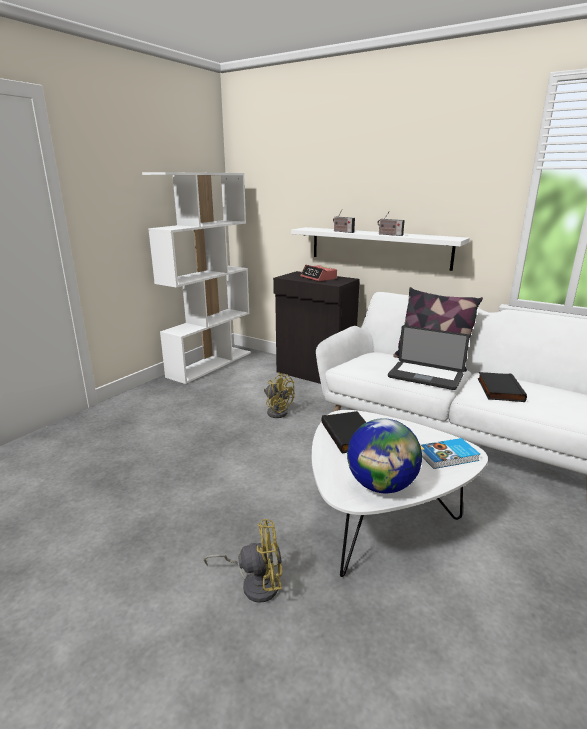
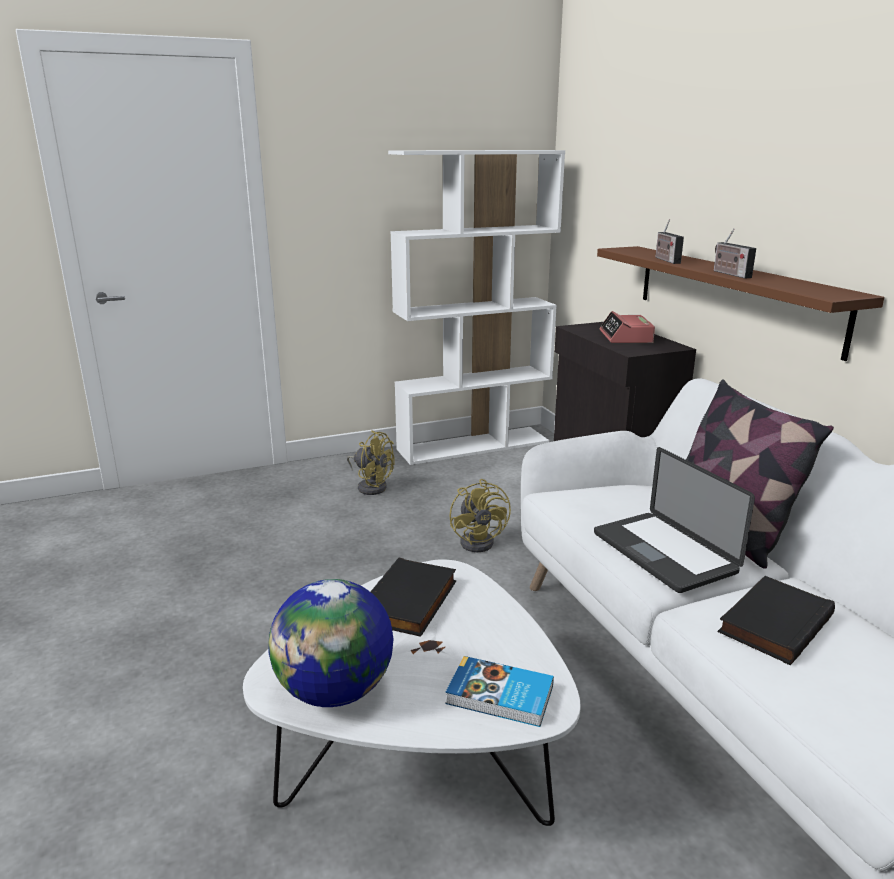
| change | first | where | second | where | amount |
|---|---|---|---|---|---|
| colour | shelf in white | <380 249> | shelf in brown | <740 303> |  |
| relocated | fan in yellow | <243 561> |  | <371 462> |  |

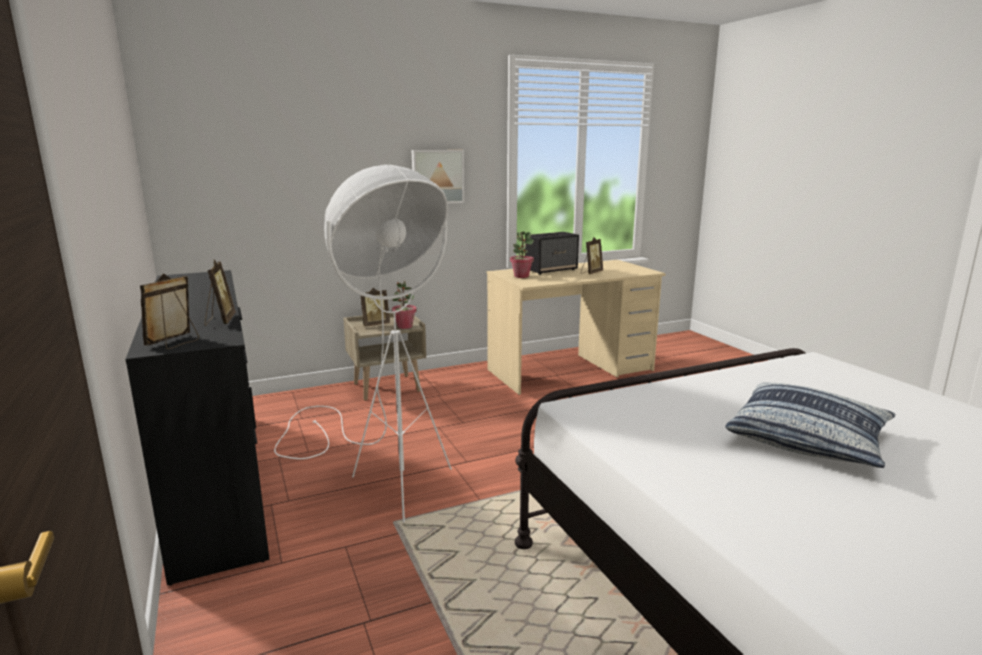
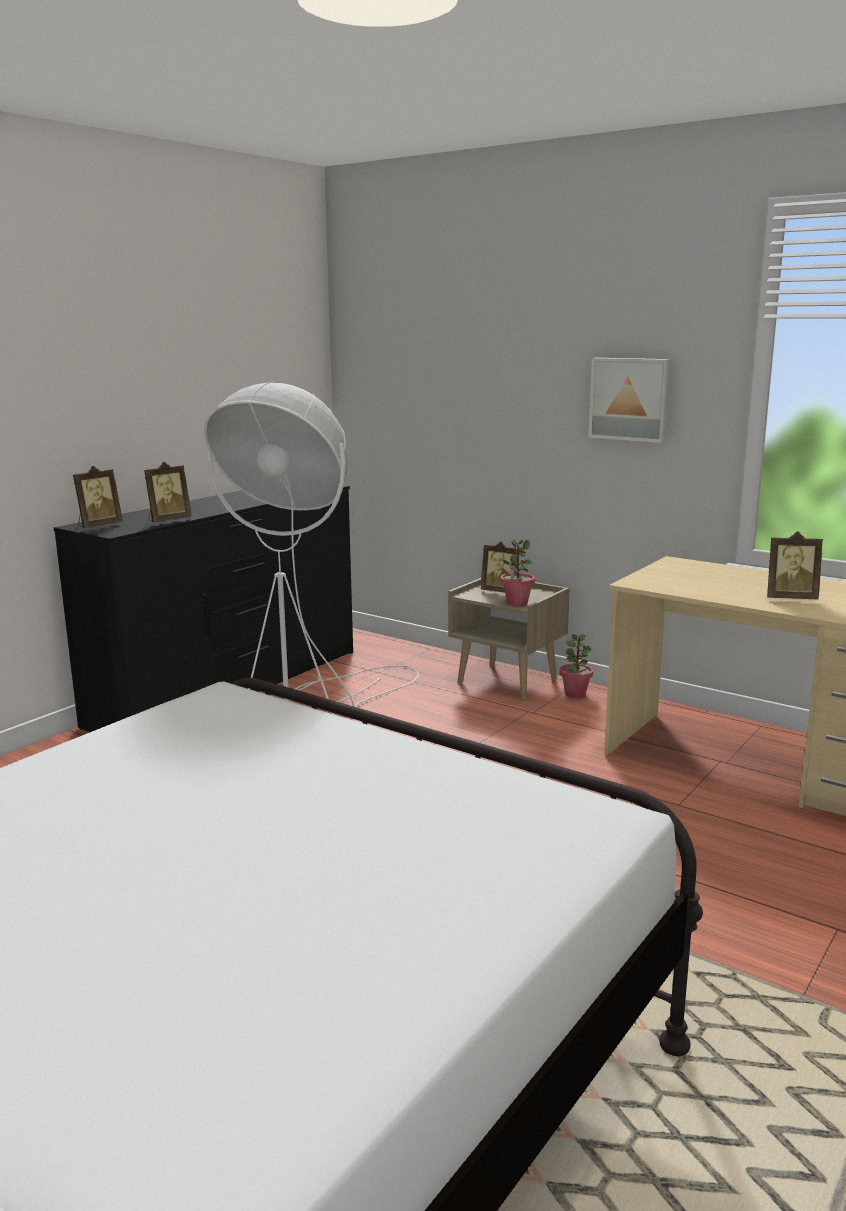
| change | first | where | second | where | amount |
|---|---|---|---|---|---|
| relocated | potted plant | <522 254> |  | <576 666> |  |
| missing | speaker | <552 253> |  |  |  |
| spun | picture frame | <169 311> |  | <98 497> | 135 degrees clockwise |
| missing | pillow | <810 425> |  |  |  |

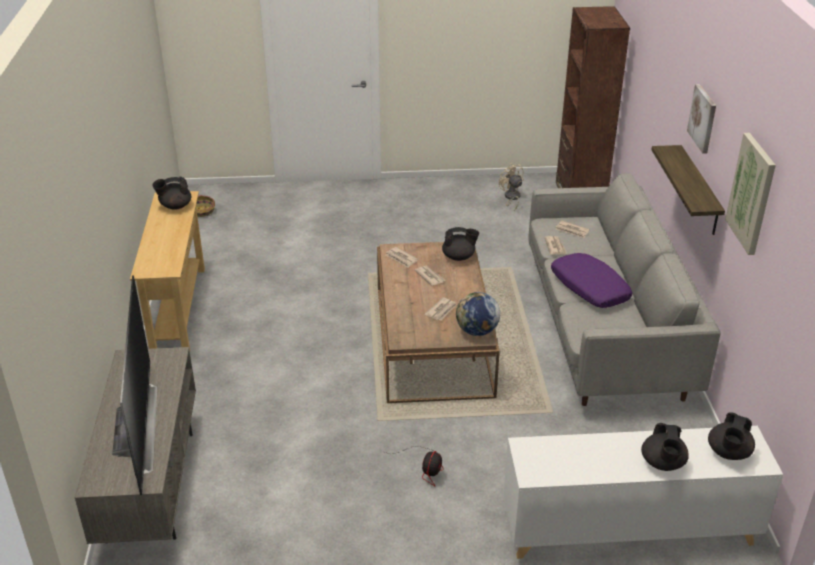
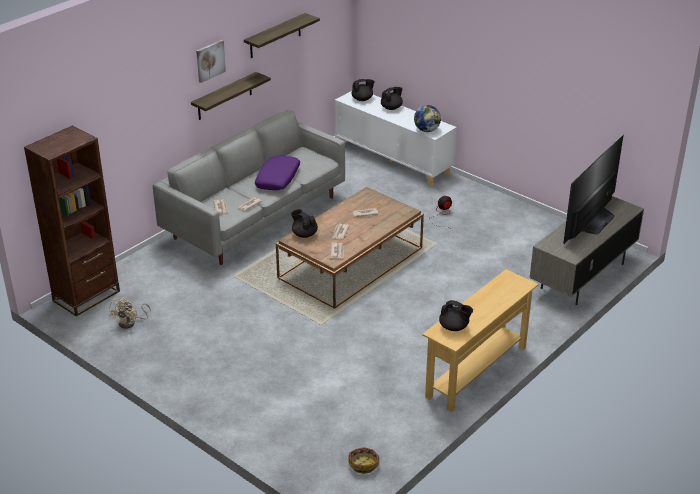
| change | first | where | second | where | amount |
|---|---|---|---|---|---|
| exchanged | picture | <750 194> | shelf | <282 35> |  |
| relocated | globe | <478 314> |  | <427 118> |  |

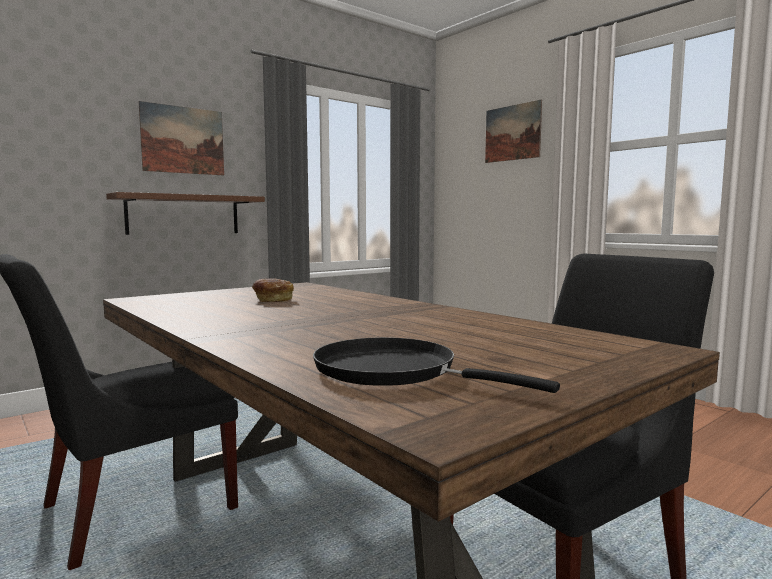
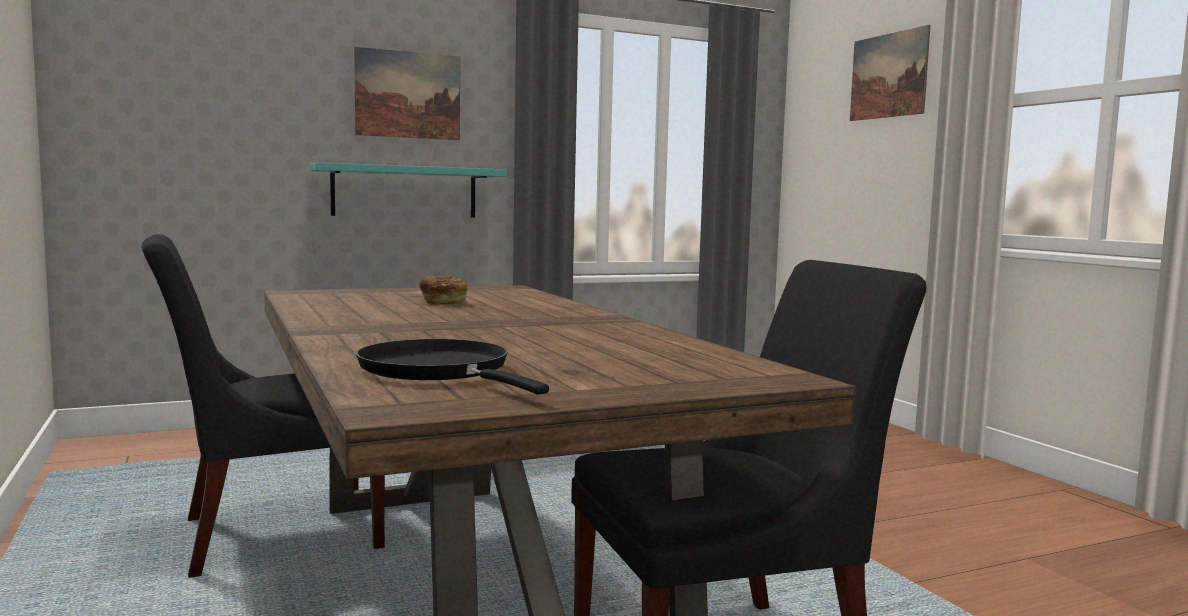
| change | first | where | second | where | amount |
|---|---|---|---|---|---|
| colour | shelf in brown | <185 213> | shelf in turquoise | <408 189> |  |

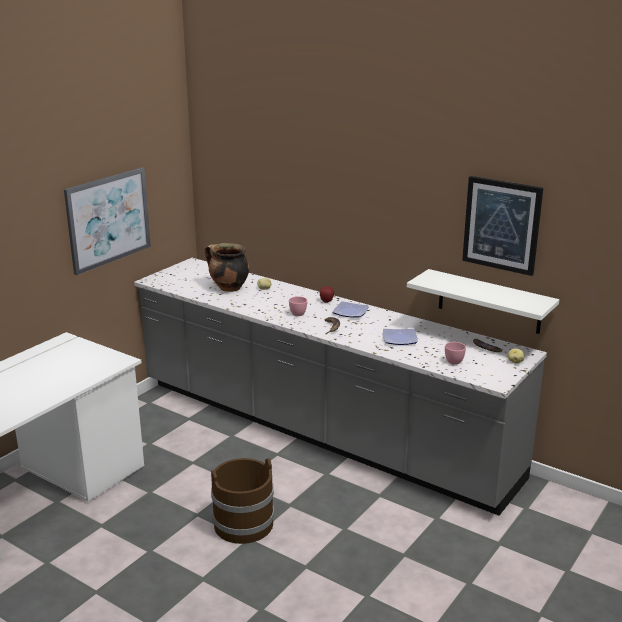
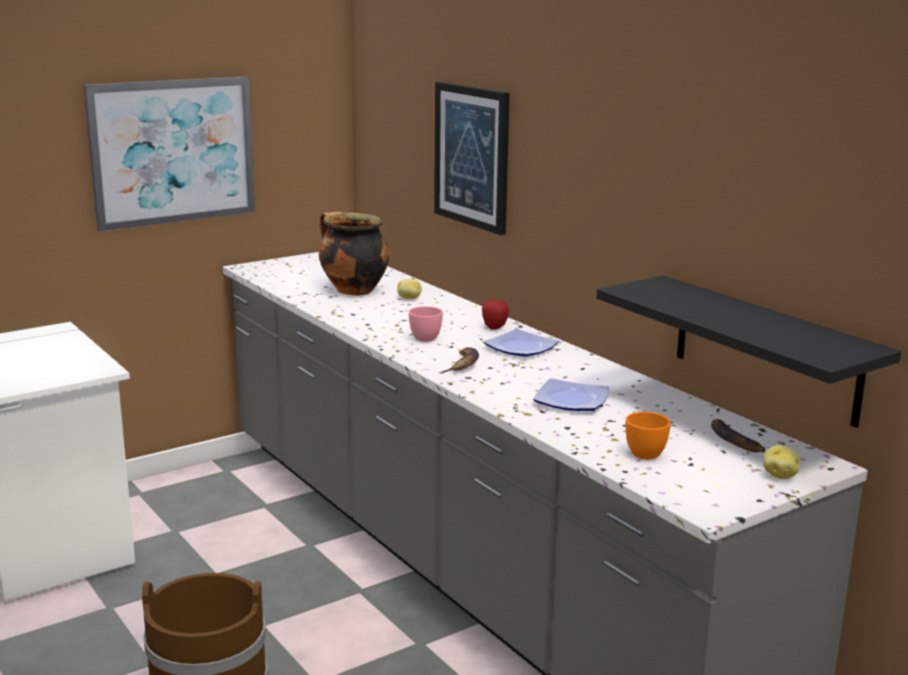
| change | first | where | second | where | amount |
|---|---|---|---|---|---|
| relocated | picture | <502 226> |  | <472 158> |  |
| colour | shelf in white | <483 301> | shelf in black | <748 351> |  |
| colour | cup in pink | <455 353> | cup in orange | <648 436> |  |

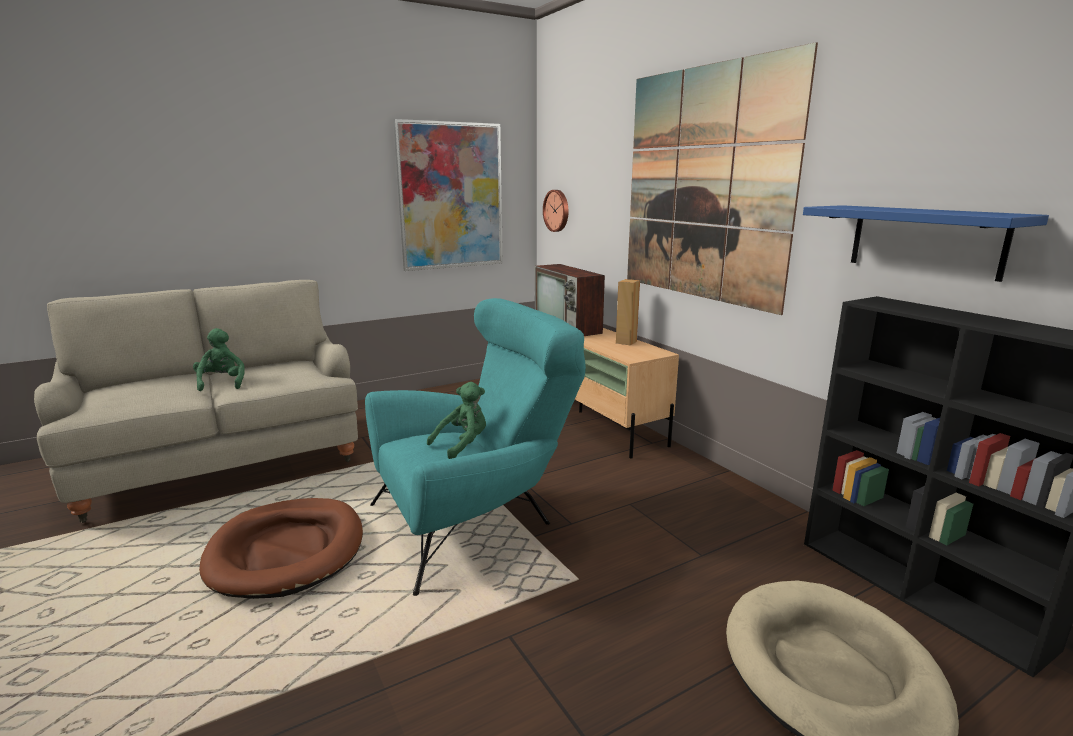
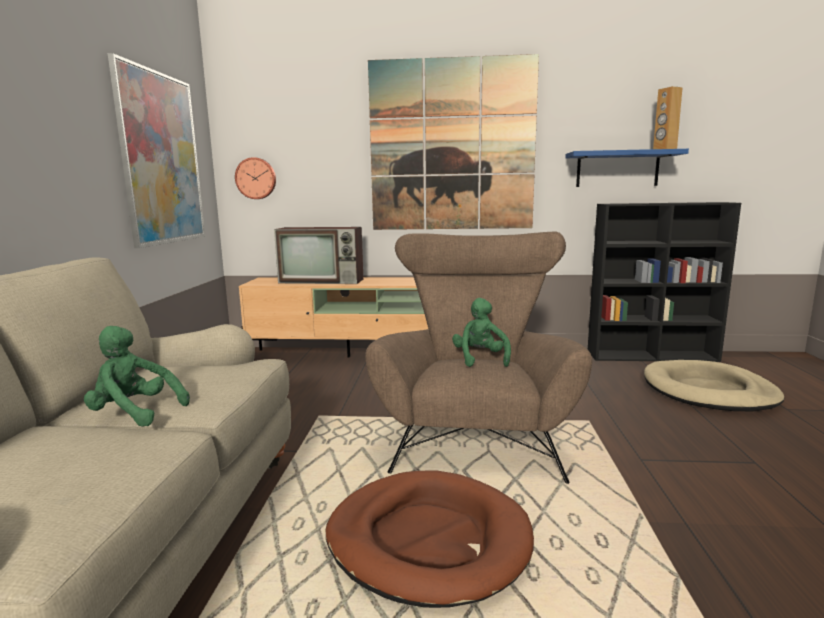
| change | first | where | second | where | amount |
|---|---|---|---|---|---|
| relocated | speaker in brown | <628 312> |  | <668 117> |  |
| colour | armchair in turquoise | <475 447> | armchair in brown | <478 357> |  |

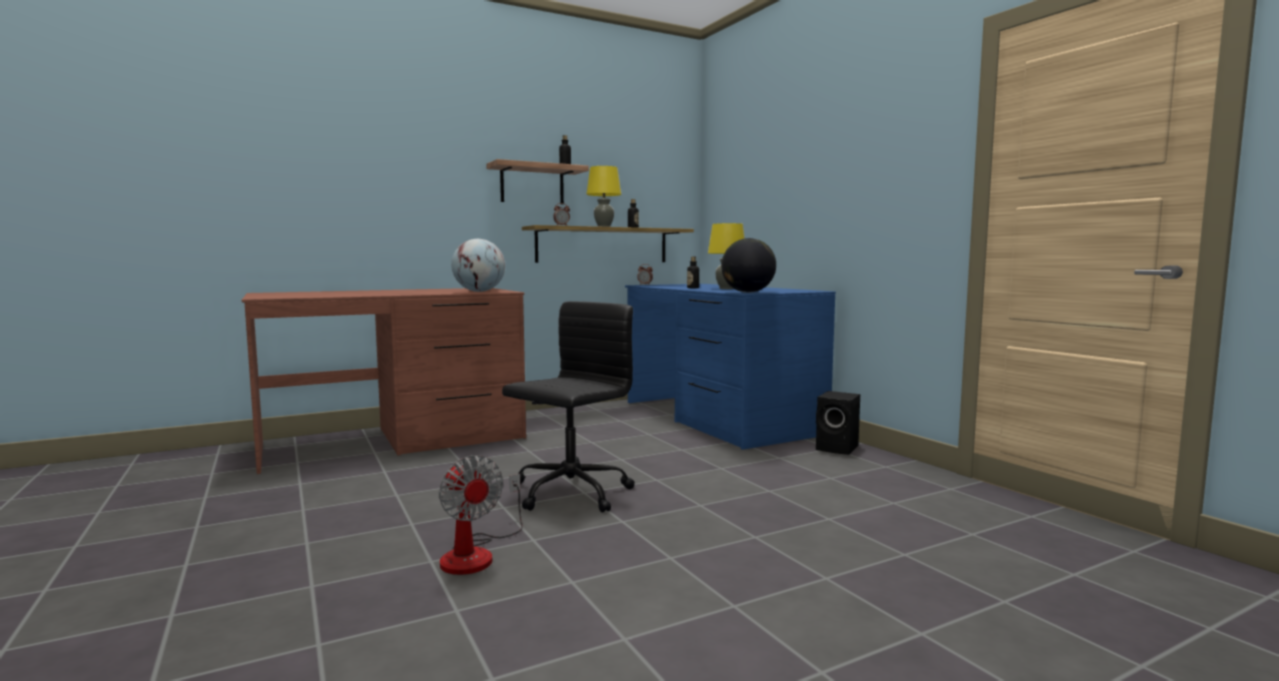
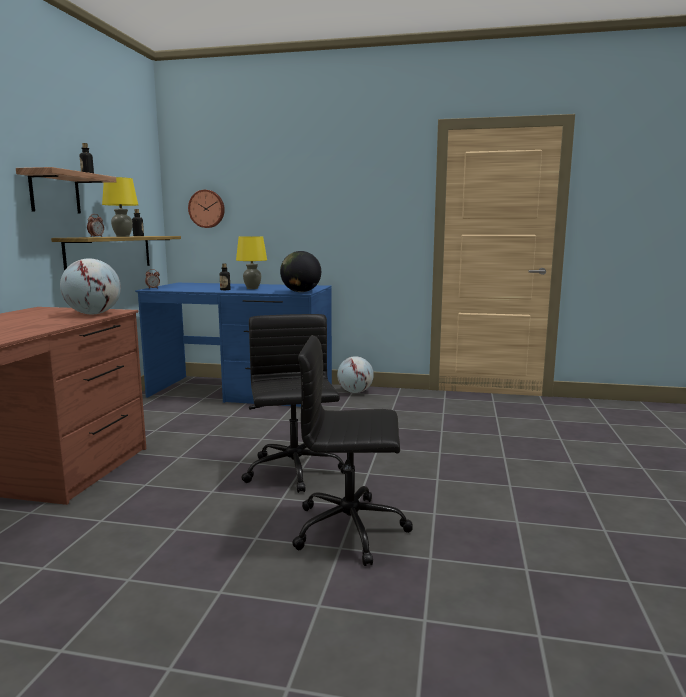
| change | first | where | second | where | amount |
|---|---|---|---|---|---|
| exchanged | speaker in black | <838 423> | globe | <355 374> |  |
| exchanged | fan | <481 515> | office chair in black | <352 450> |  |
| appeared |  |  | wall clock | <206 209> |  |

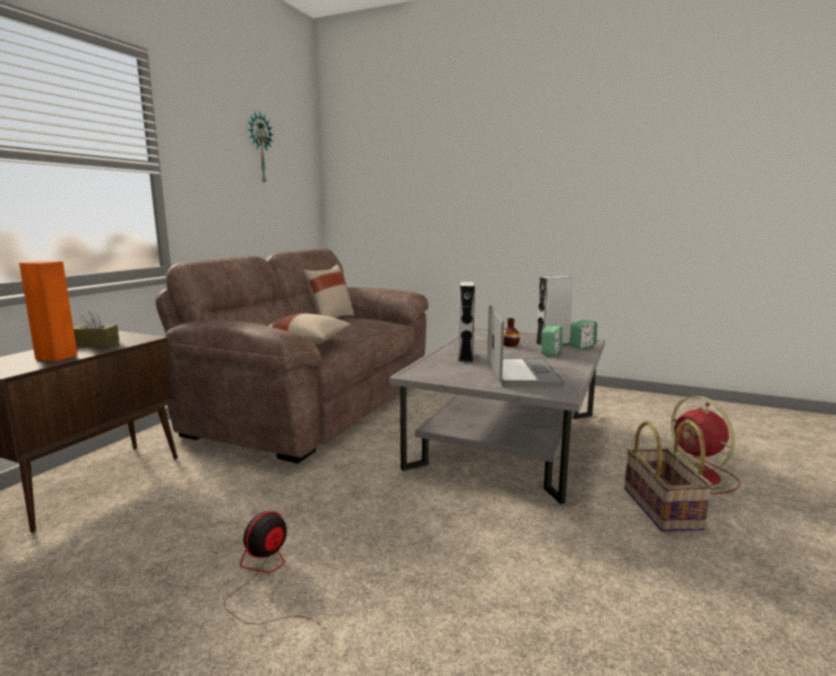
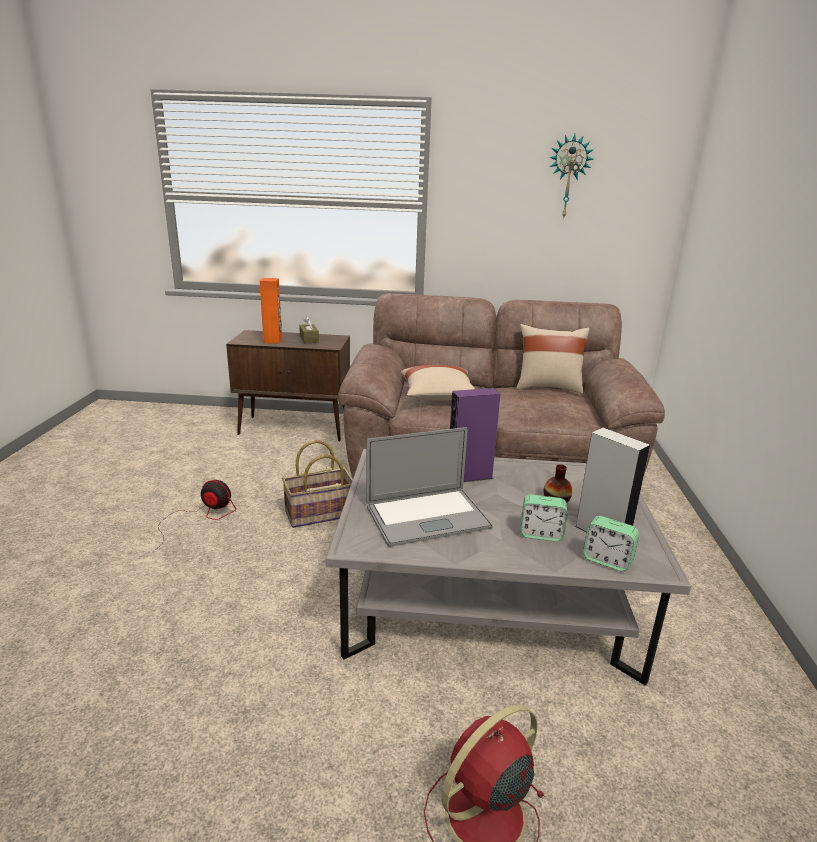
| change | first | where | second | where | amount |
|---|---|---|---|---|---|
| colour | speaker in grey | <466 321> | speaker in purple | <475 435> |  |
| relocated | basket | <668 476> |  | <317 484> |  |

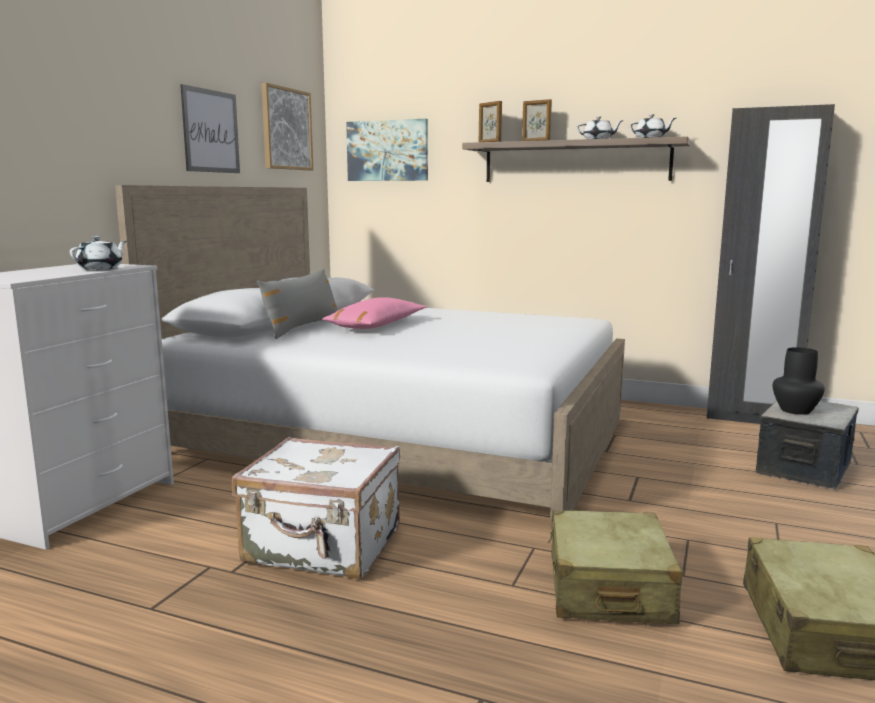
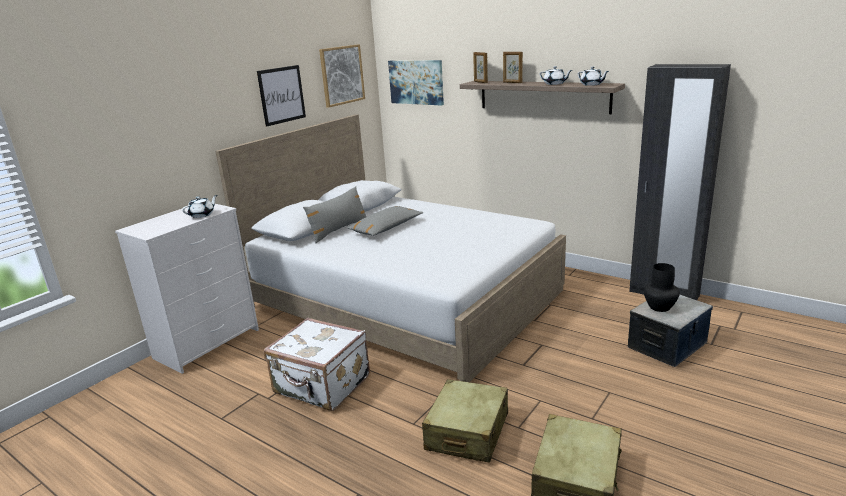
| change | first | where | second | where | amount |
|---|---|---|---|---|---|
| colour | pillow in pink | <374 313> | pillow in grey | <385 221> |  |

